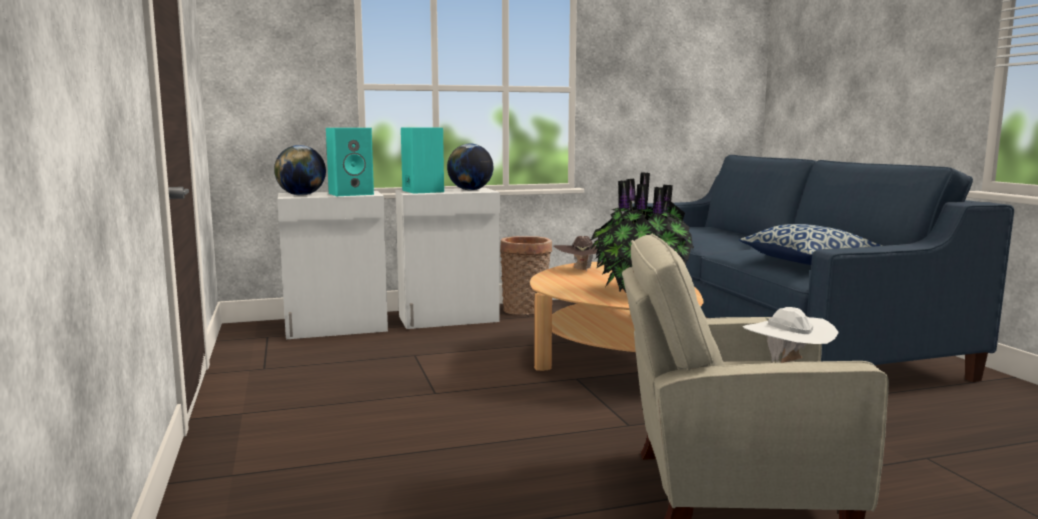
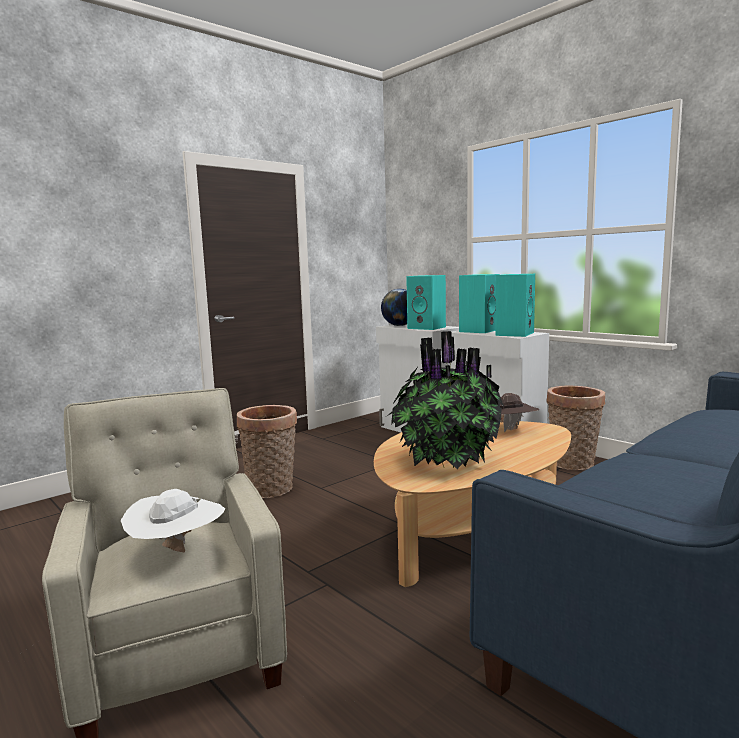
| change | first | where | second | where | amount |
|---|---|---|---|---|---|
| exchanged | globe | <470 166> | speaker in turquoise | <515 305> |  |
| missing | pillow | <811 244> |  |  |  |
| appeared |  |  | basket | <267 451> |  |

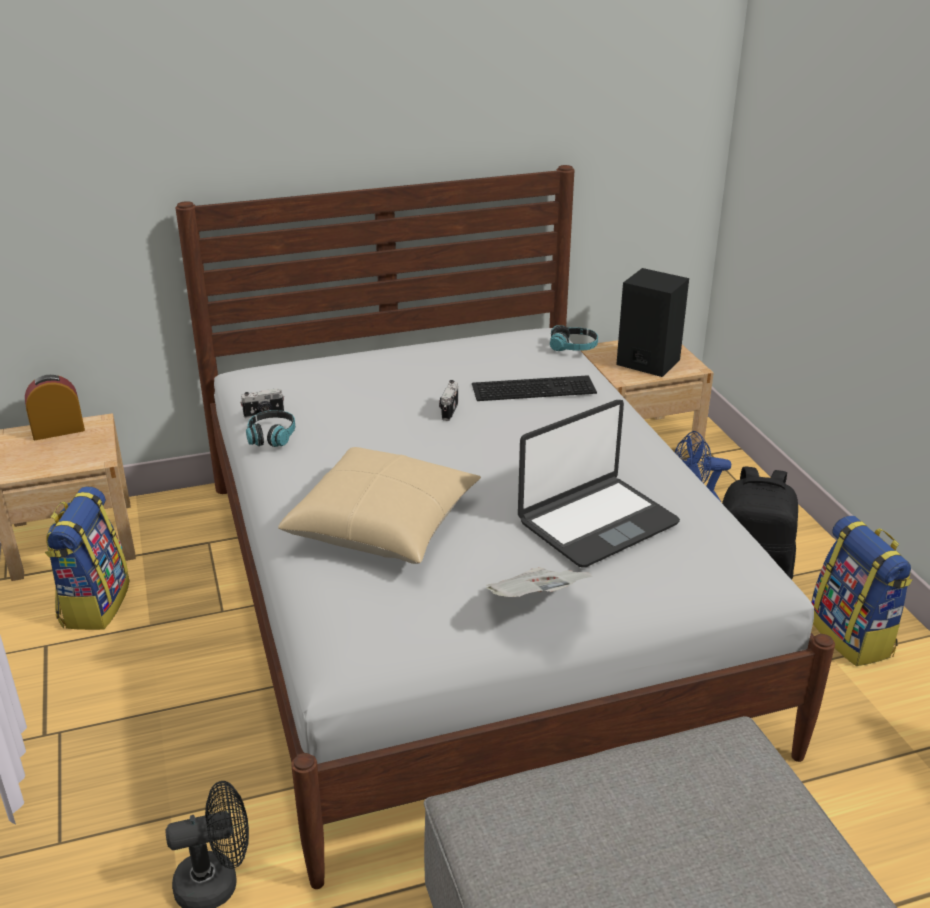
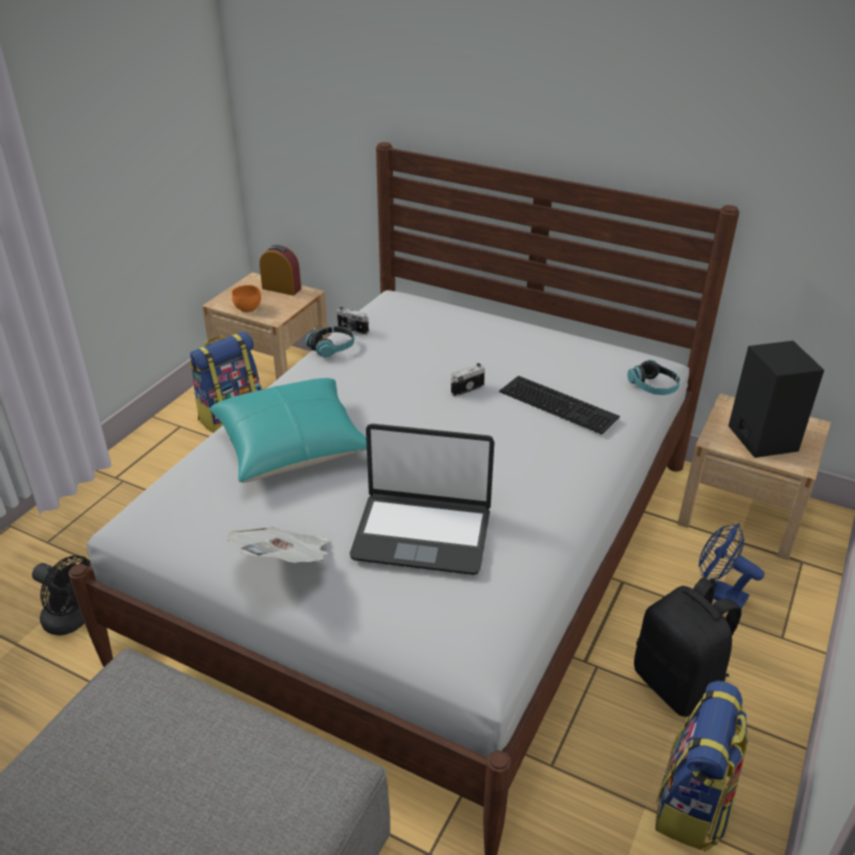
| change | first | where | second | where | amount |
|---|---|---|---|---|---|
| colour | pillow in beige | <379 505> | pillow in turquoise | <288 430> |  |
| appeared |  |  | bowl in orange | <246 298> |  |

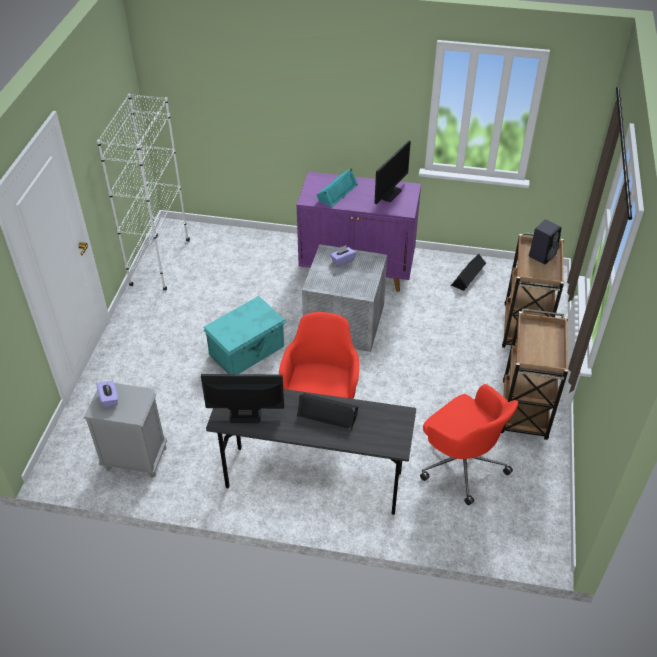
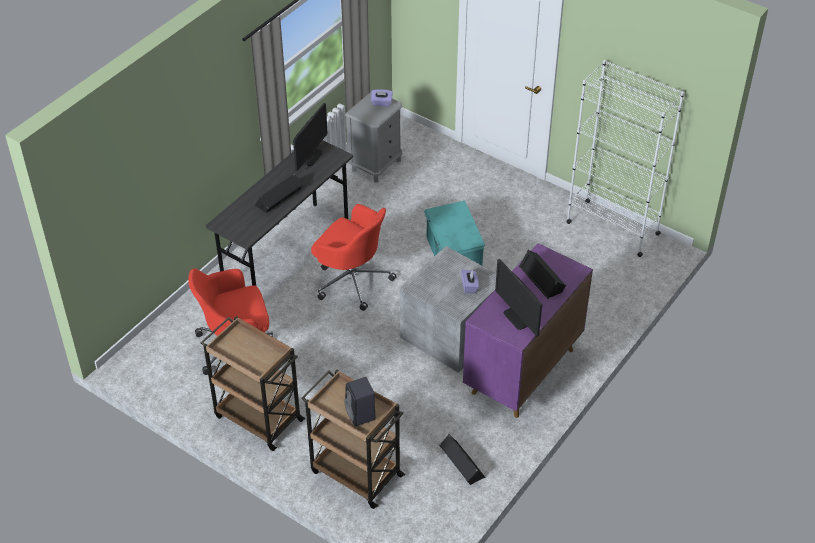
| change | first | where | second | where | amount |
|---|---|---|---|---|---|
| colour | speaker in turquoise | <337 187> | speaker in black | <542 274> |  |

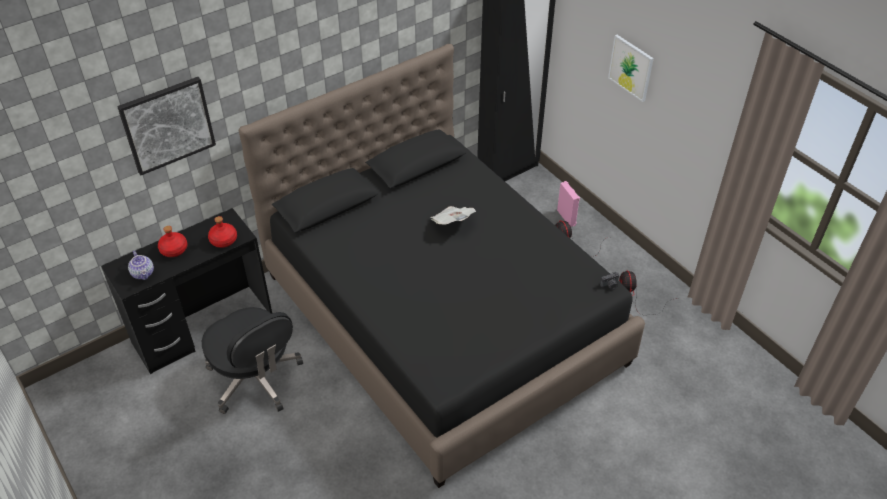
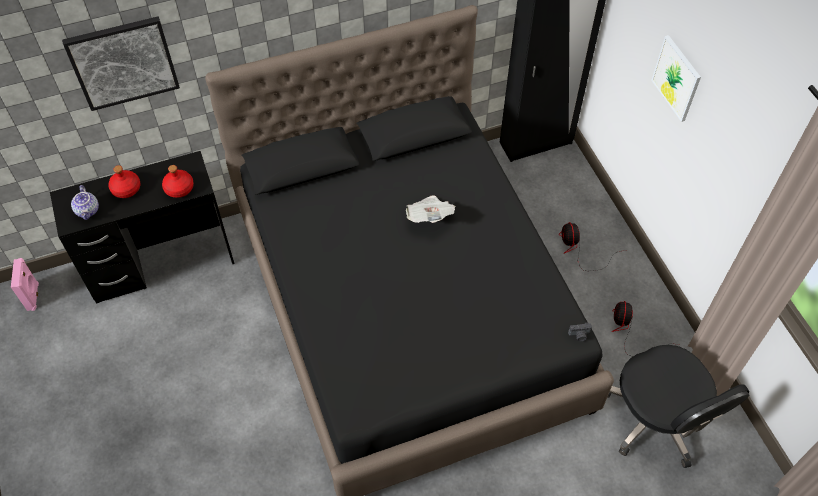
| change | first | where | second | where | amount |
|---|---|---|---|---|---|
| relocated | speaker in pink | <568 204> |  | <25 284> |  |
| relocated | office chair in black | <252 360> |  | <679 406> |  |

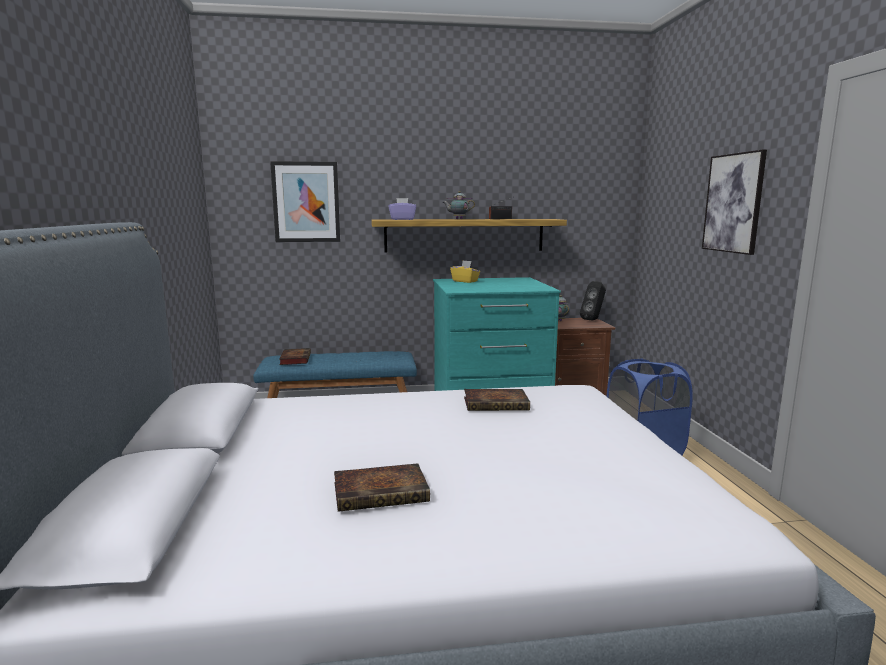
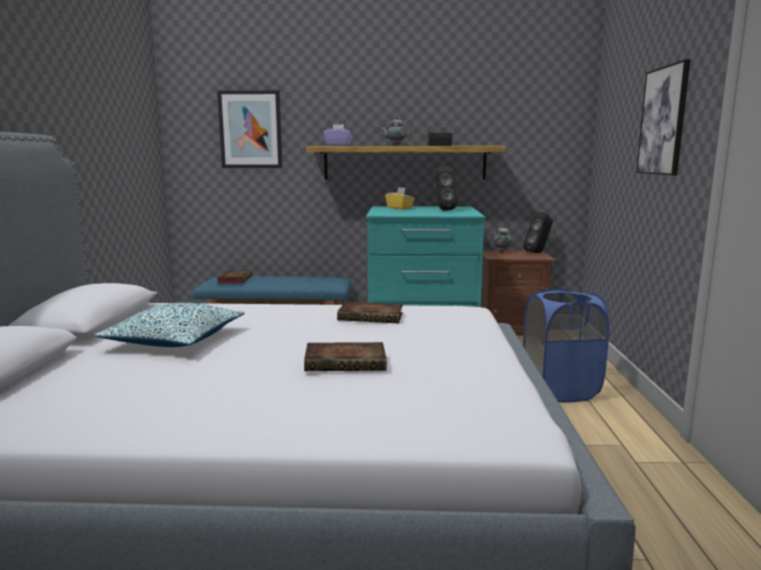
| change | first | where | second | where | amount |
|---|---|---|---|---|---|
| relocated | book | <382 487> |  | <345 356> |  |
| appeared |  |  | speaker in black | <446 188> |  |
| appeared |  |  | pillow | <169 325> |  |

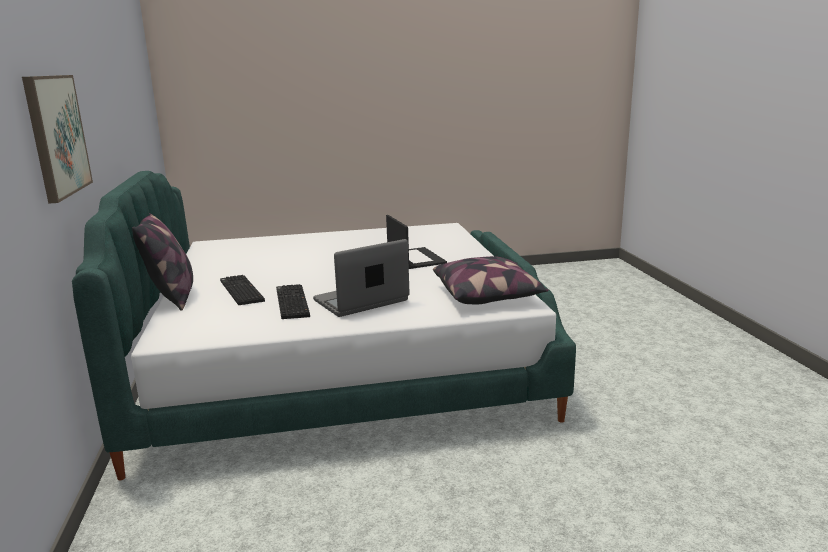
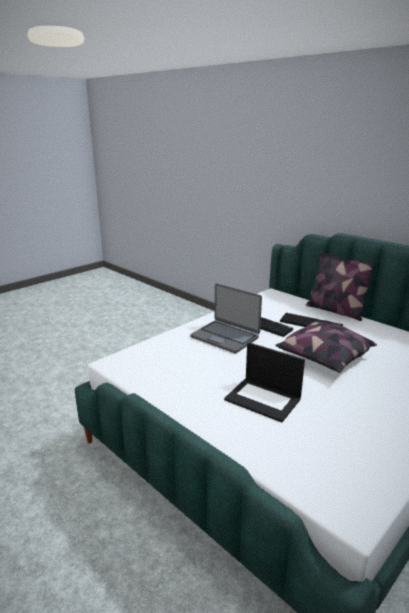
| change | first | where | second | where | amount |
|---|---|---|---|---|---|
| missing | picture | <57 139> |  |  |  |
| spun | laptop | <361 278> |  | <226 318> | 105 degrees clockwise |
| relocated | pillow | <491 280> |  | <326 347> |  |

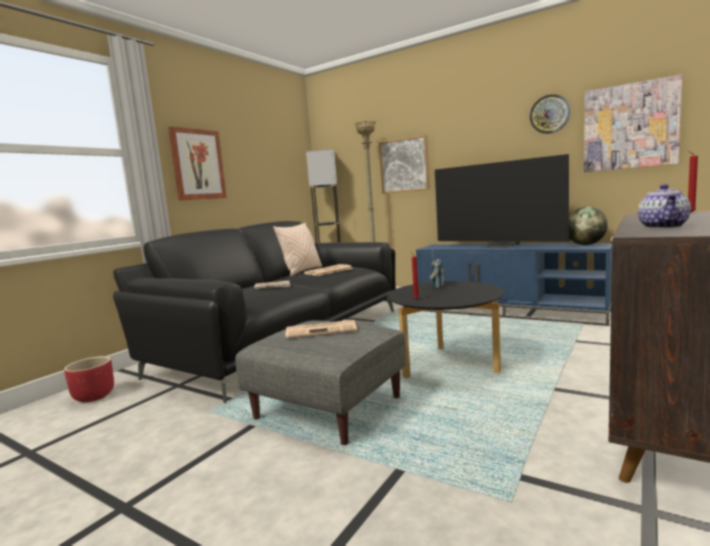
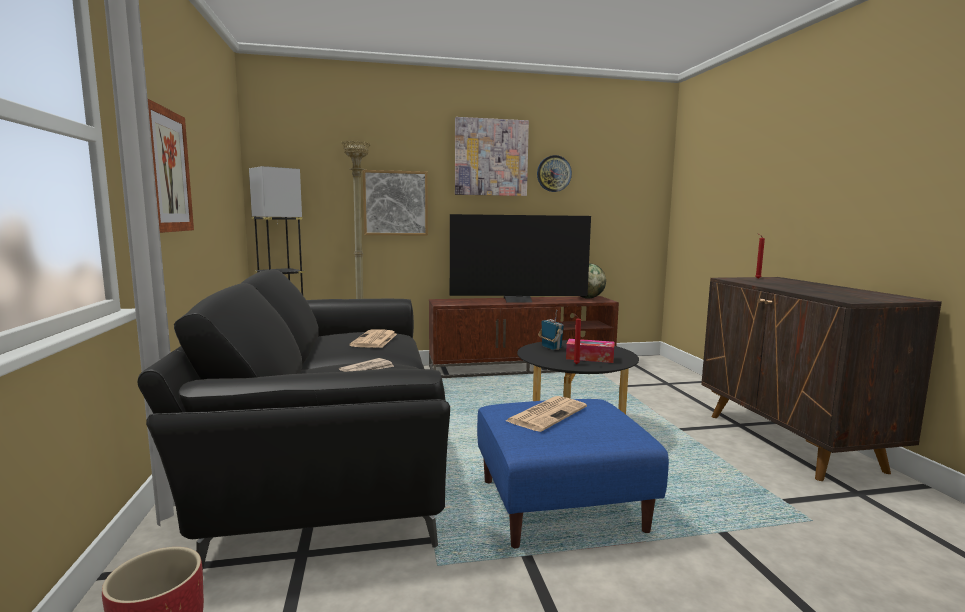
| change | first | where | second | where | amount |
|---|---|---|---|---|---|
| relocated | picture | <633 123> |  | <492 156> |  |
| missing | teapot | <664 206> |  |  |  |
| missing | pillow in beige | <297 249> |  |  |  |
| colour | tv stand in blue | <514 284> | tv stand in brown | <524 337> |  |
| colour | ottoman in grey | <320 383> | ottoman in blue | <573 473> |  |
| appeared |  |  | tissue box | <590 351> |  |

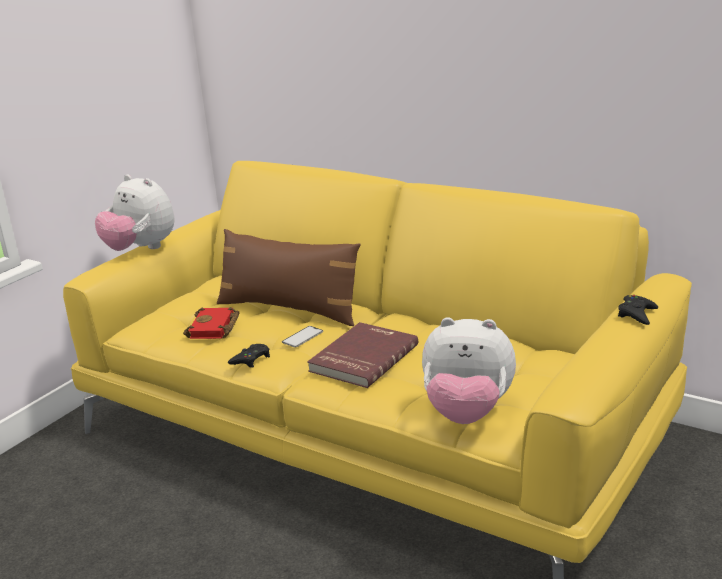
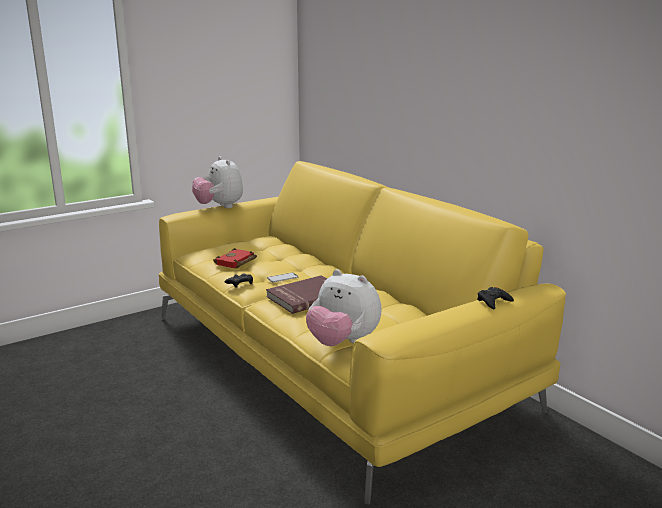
| change | first | where | second | where | amount |
|---|---|---|---|---|---|
| missing | pillow in brown | <289 277> |  |  |  |

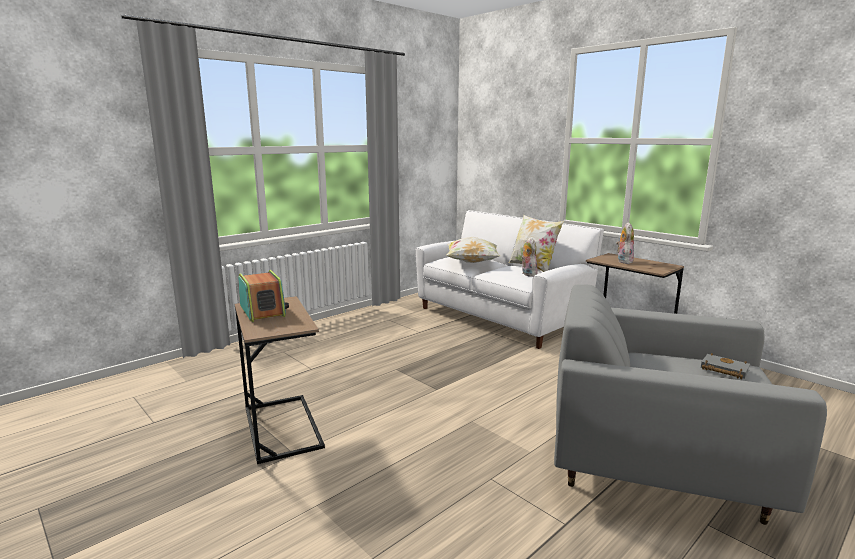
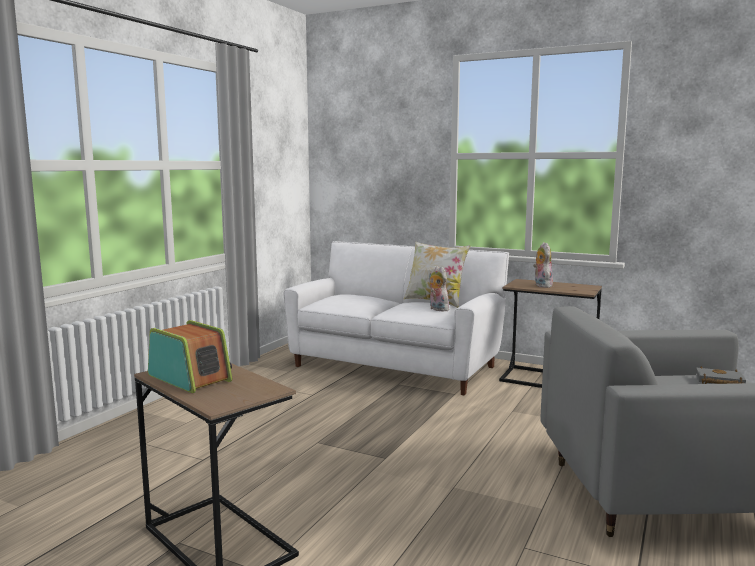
| change | first | where | second | where | amount |
|---|---|---|---|---|---|
| missing | pillow | <473 250> |  |  |  |

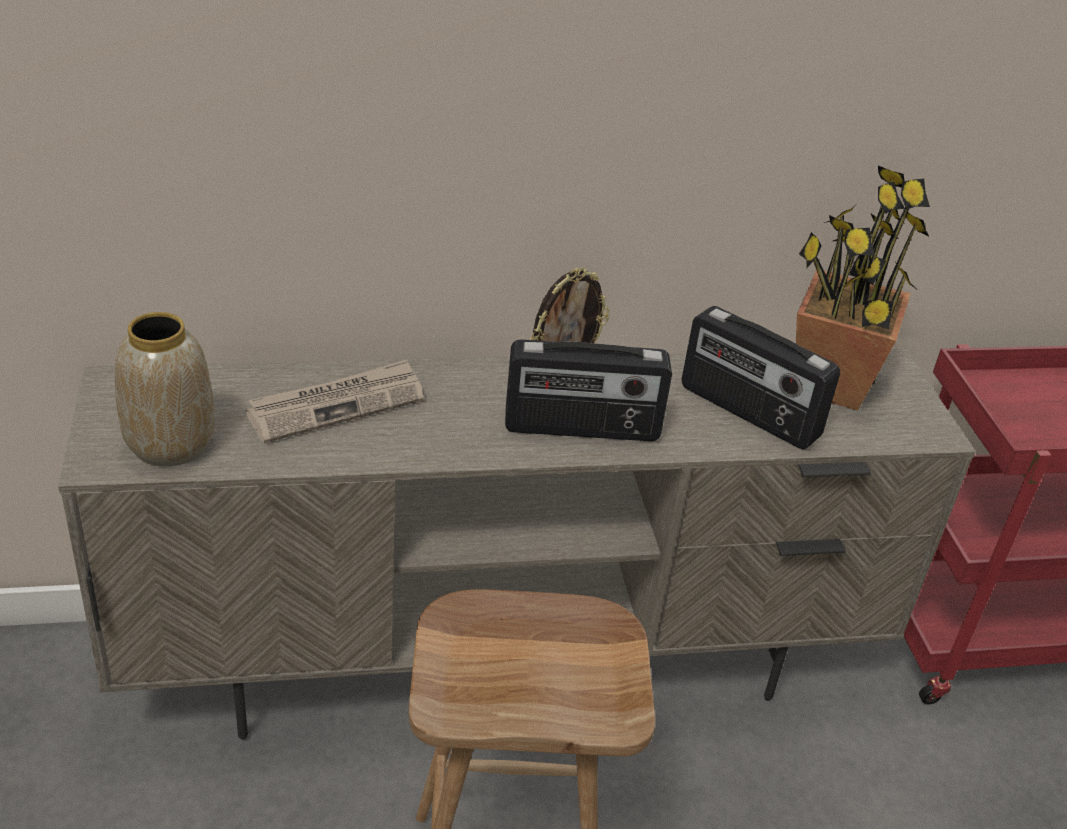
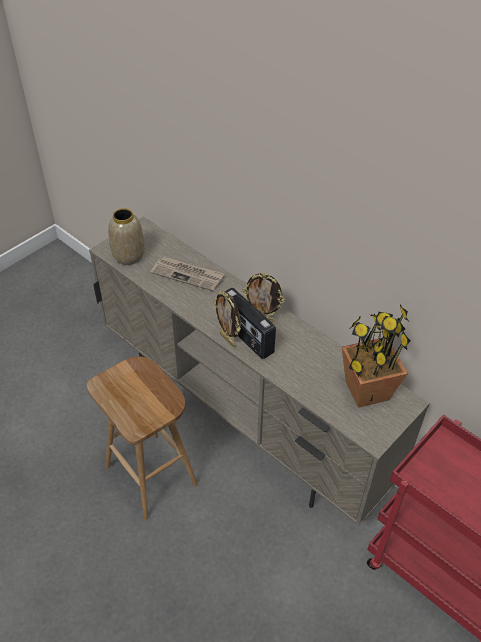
| change | first | where | second | where | amount |
|---|---|---|---|---|---|
| missing | radio | <761 377> |  |  |  |
| appeared |  |  | picture frame | <227 319> |  |

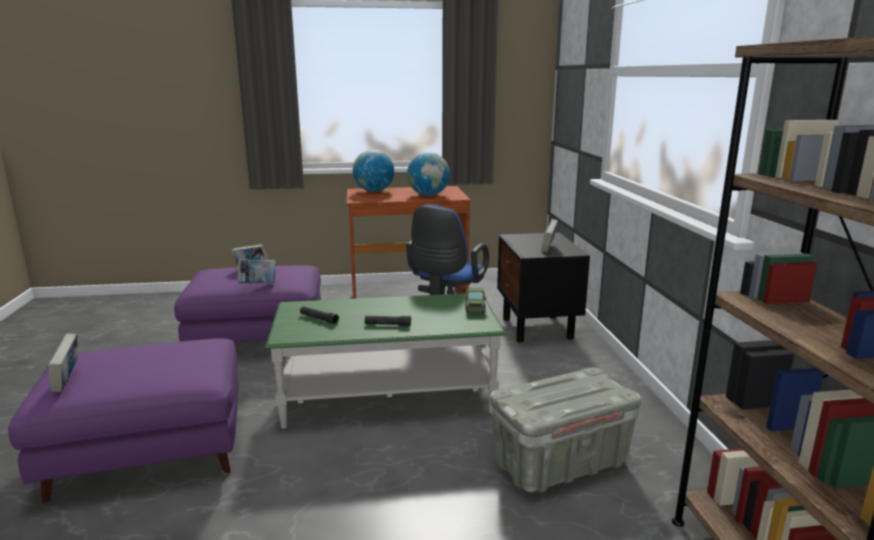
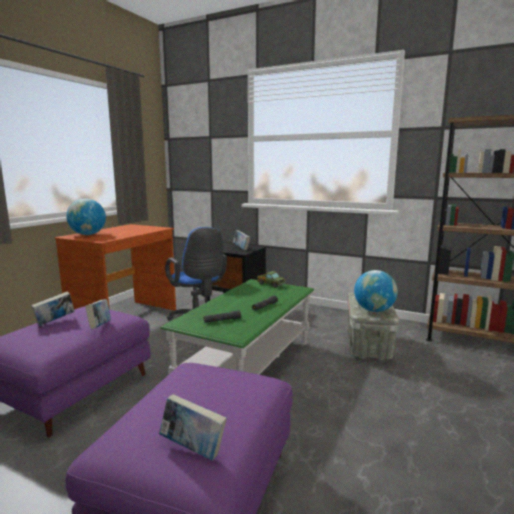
| change | first | where | second | where | amount |
|---|---|---|---|---|---|
| relocated | globe | <428 174> |  | <376 291> |  |

